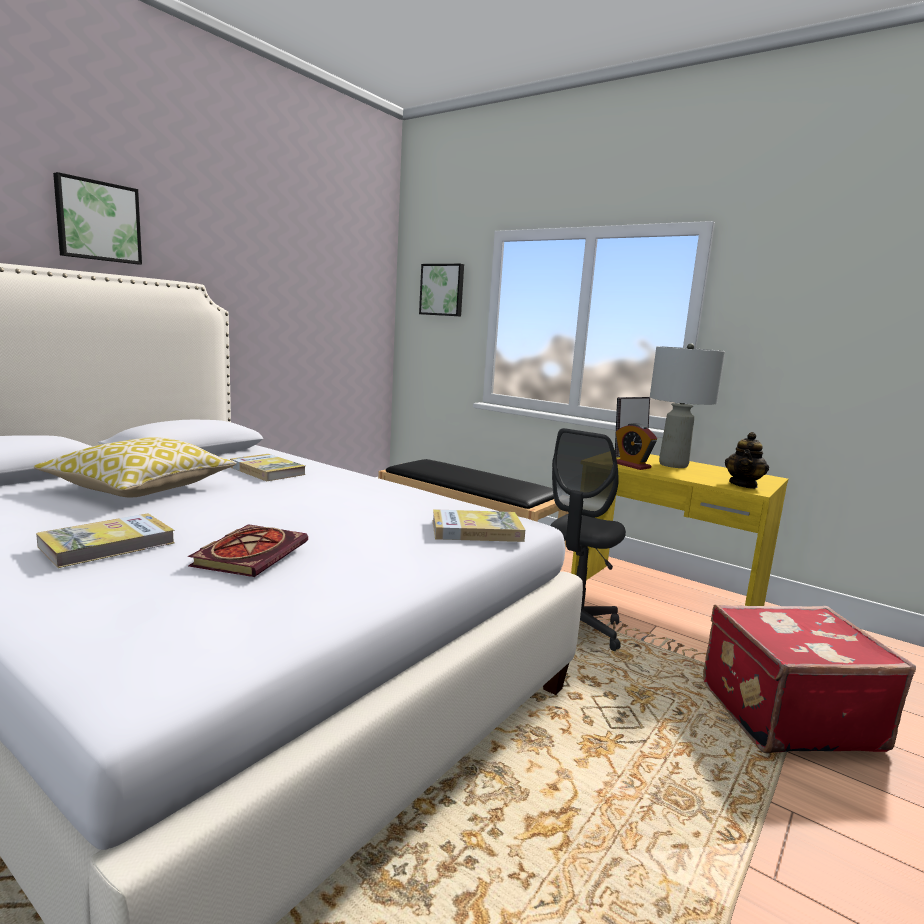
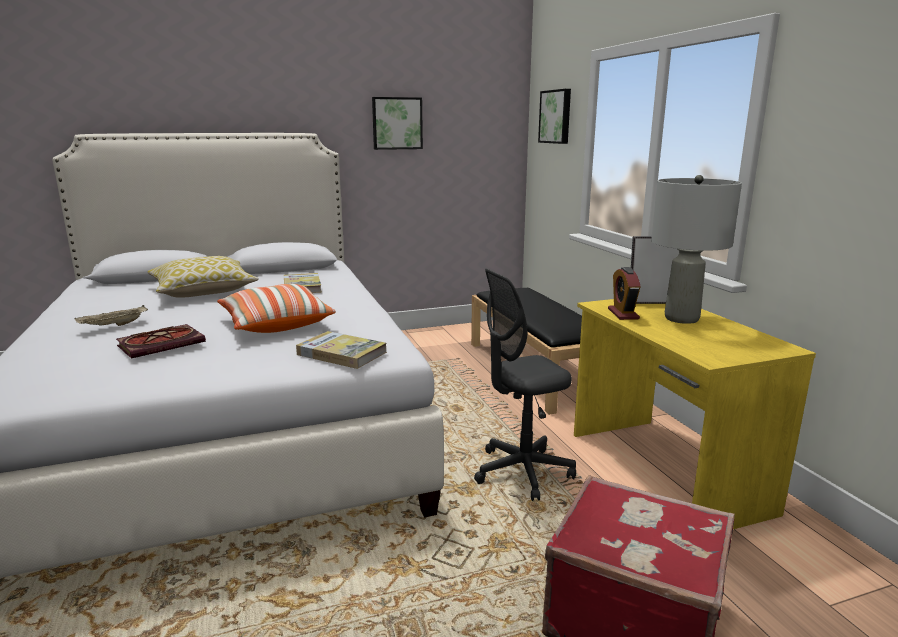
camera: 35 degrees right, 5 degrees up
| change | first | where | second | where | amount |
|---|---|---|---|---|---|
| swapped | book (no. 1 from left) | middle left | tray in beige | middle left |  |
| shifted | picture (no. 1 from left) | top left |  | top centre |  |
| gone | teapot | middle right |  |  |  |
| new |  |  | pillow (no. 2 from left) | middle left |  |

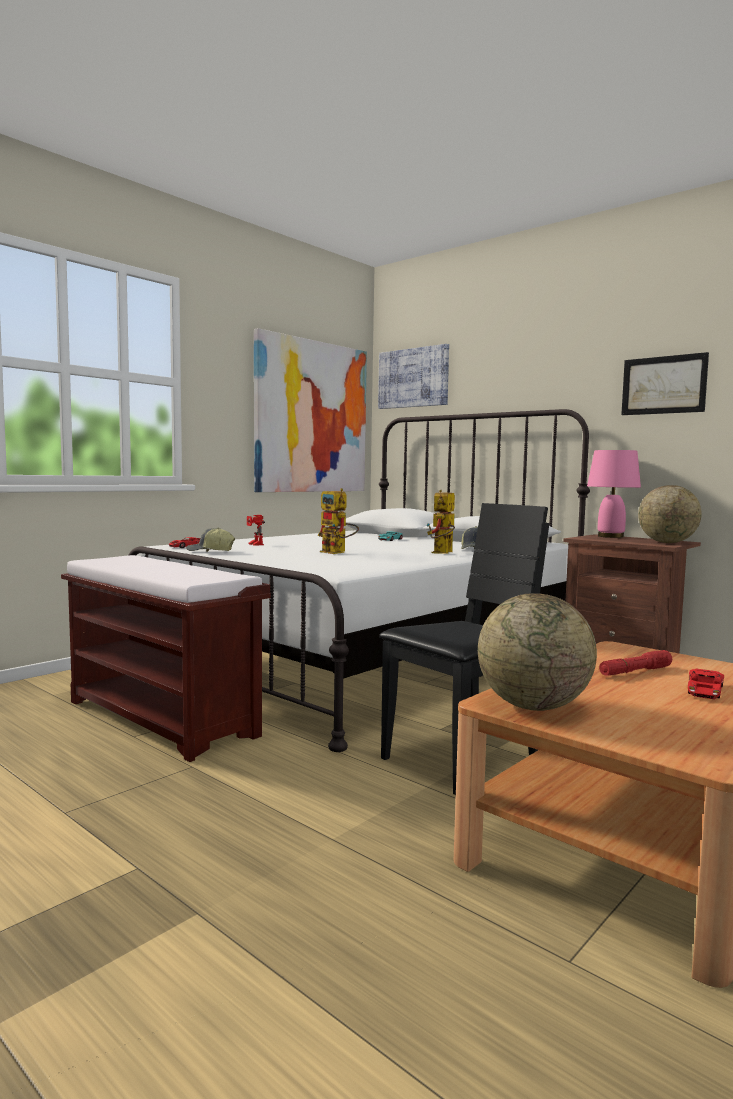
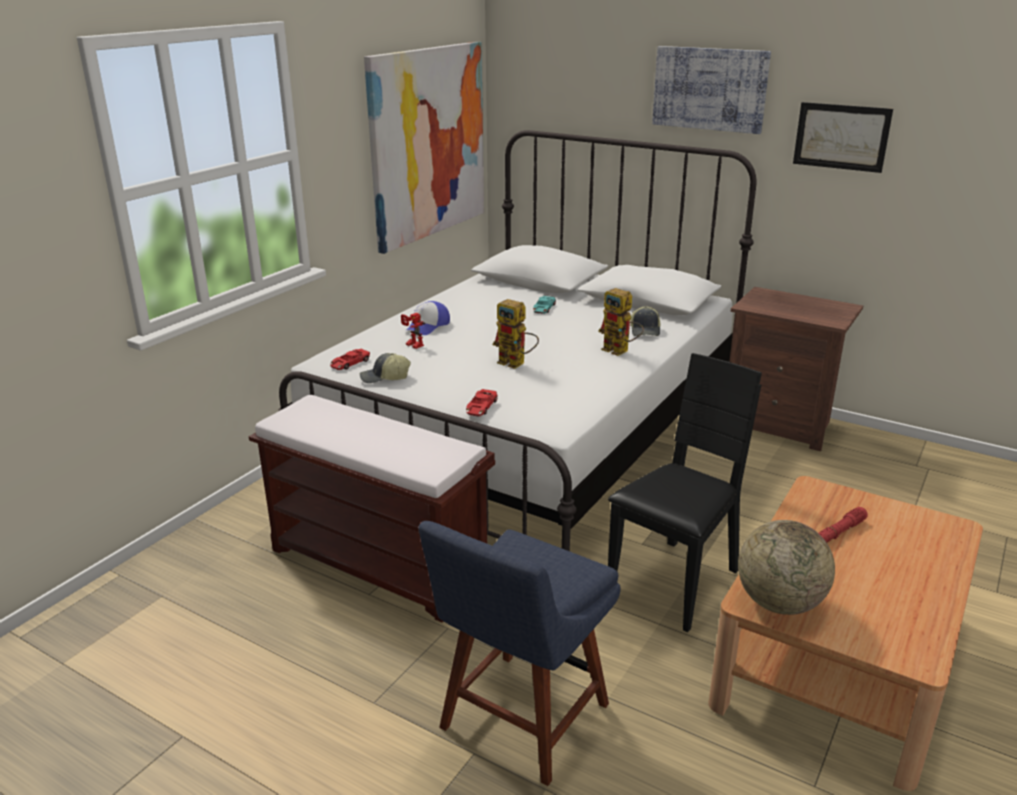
camera: 10 degrees left, 20 degrees up
| change | first | where | second | where | amount |
|---|---|---|---|---|---|
| shifted | picture (no. 2 from left) | centre |  | top right |  |
| rotated | toy robot (no. 3 from left) | centre |  | centre | 60 degrees counterclockwise |
| gone | table lamp in pink | middle right |  |  |  |
| gone | globe (no. 2 from left) | middle right |  |  |  |
| shifted | toy car in red (no. 2 from left) | middle right |  | centre |  |
| new |  |  | cap (no. 2 from left) | centre |  |
| new |  |  | chair in blue | bottom centre |  |

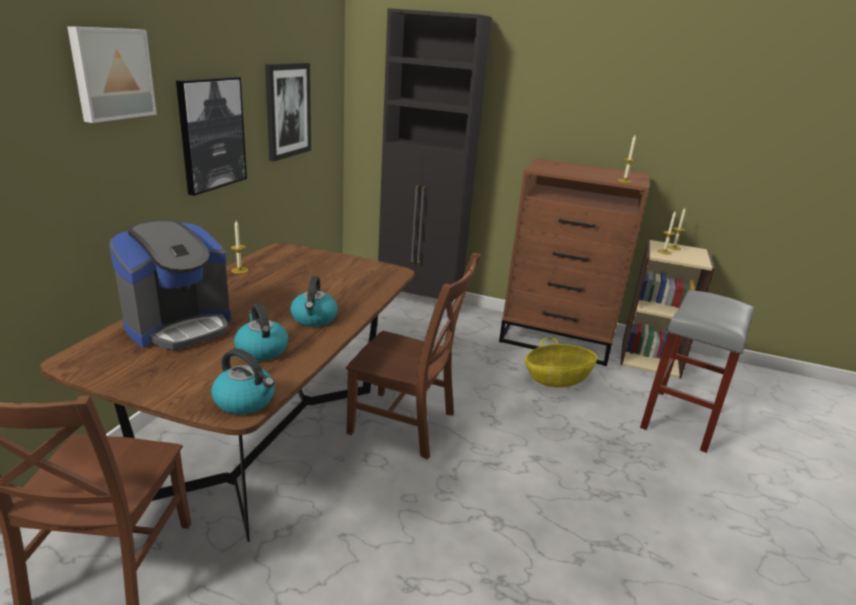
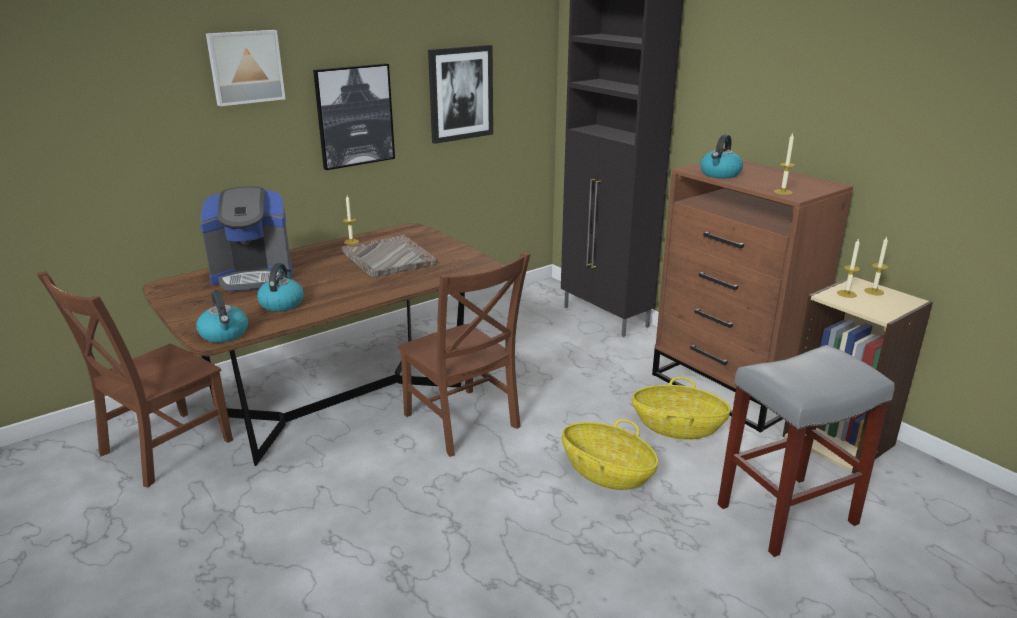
camera: 35 degrees right, 0 degrees up
| change | first | where | second | where | amount |
|---|---|---|---|---|---|
| shifted | kettle (no. 3 from left) | centre |  | top right |  |
| new |  |  | tray in grey | centre |  |
| new |  |  | basket (no. 1 from left) | bottom centre |  |

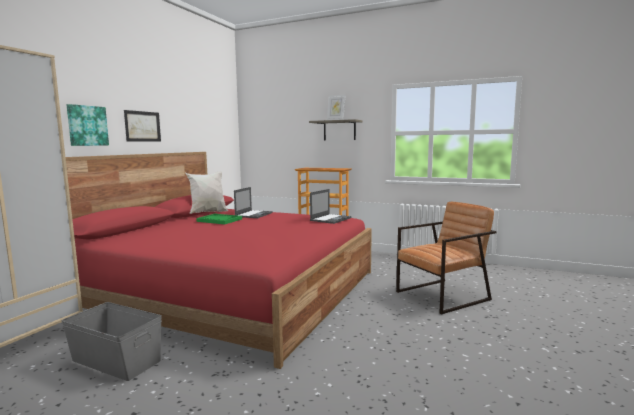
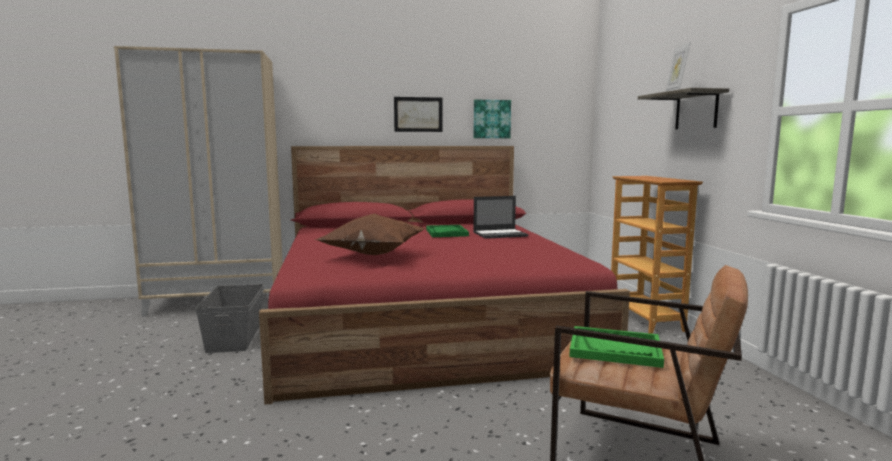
camera: 55 degrees right, 0 degrees up
| change | first | where | second | where | amount |
|---|---|---|---|---|---|
| shifted | picture (no. 1 from left in the first image) | top left | picture (no. 2 from left) | top centre |  |
| gone | pillow in white | middle left |  |  |  |
| gone | laptop (no. 2 from left) | centre |  |  |  |
| new |  |  | pillow in brown | centre |  |
| new |  |  | tray in green (no. 2 from left) | bottom right |  |

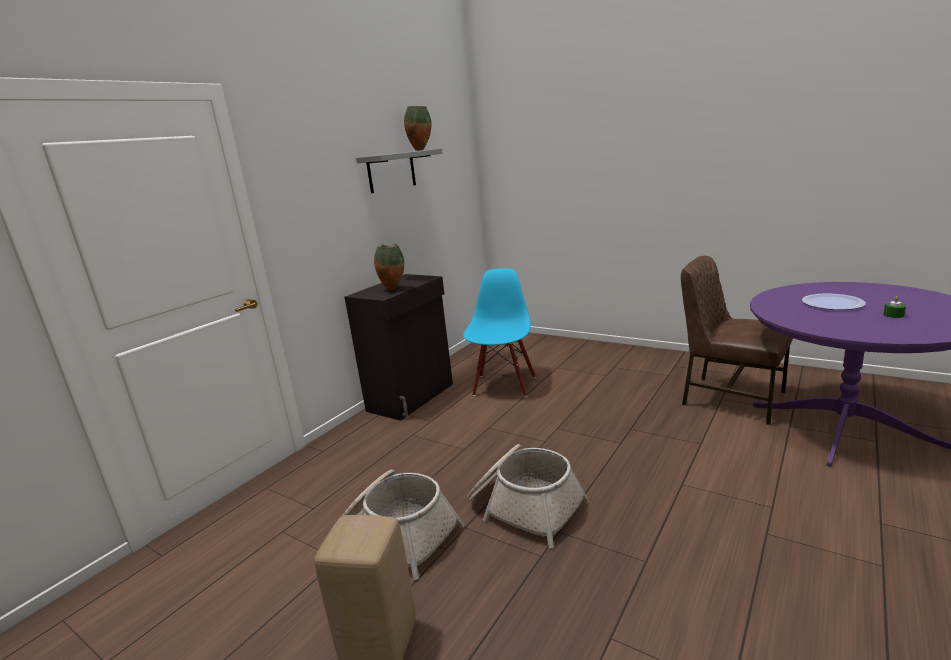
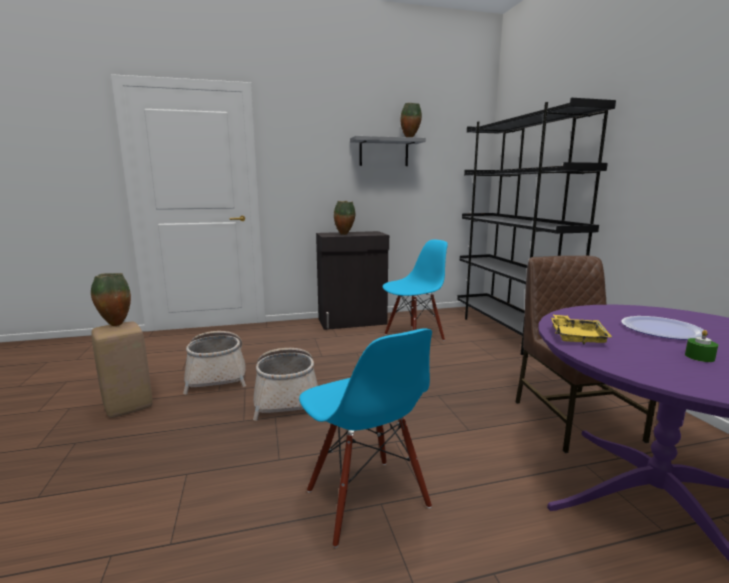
camera: 40 degrees right, 5 degrees down
| change | first | where | second | where | amount |
|---|---|---|---|---|---|
| new |  |  | vase (no. 1 from left) | middle left |  |
| new |  |  | chair in blue (no. 1 from left) | bottom centre |  |
| new |  |  | bookcase in black | middle right |  |
| new |  |  | tray in yellow | middle right |  |

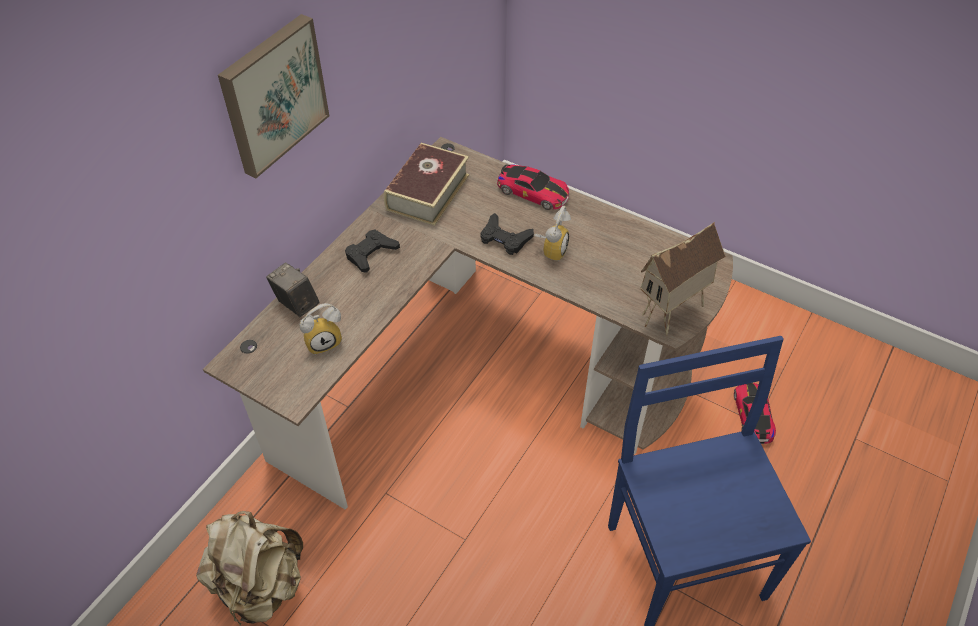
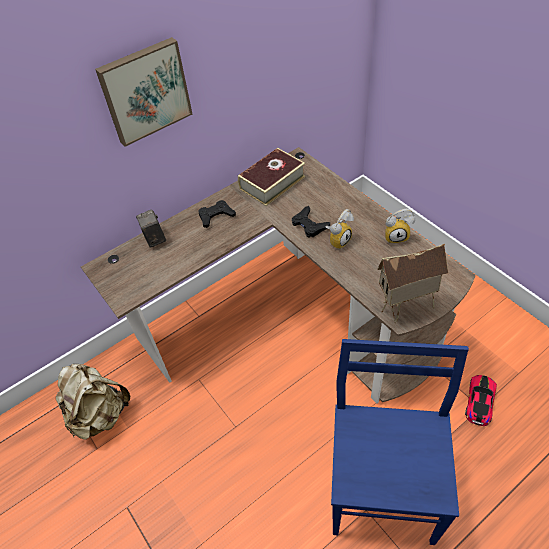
camera: 25 degrees right, 0 degrees up
| change | first | where | second | where | amount |
|---|---|---|---|---|---|
| shifted | alarm clock (no. 1 from left in the first image) | middle left | alarm clock (no. 2 from left) | middle right |  |
| gone | toy car (no. 1 from left) | top centre |  |  |  |

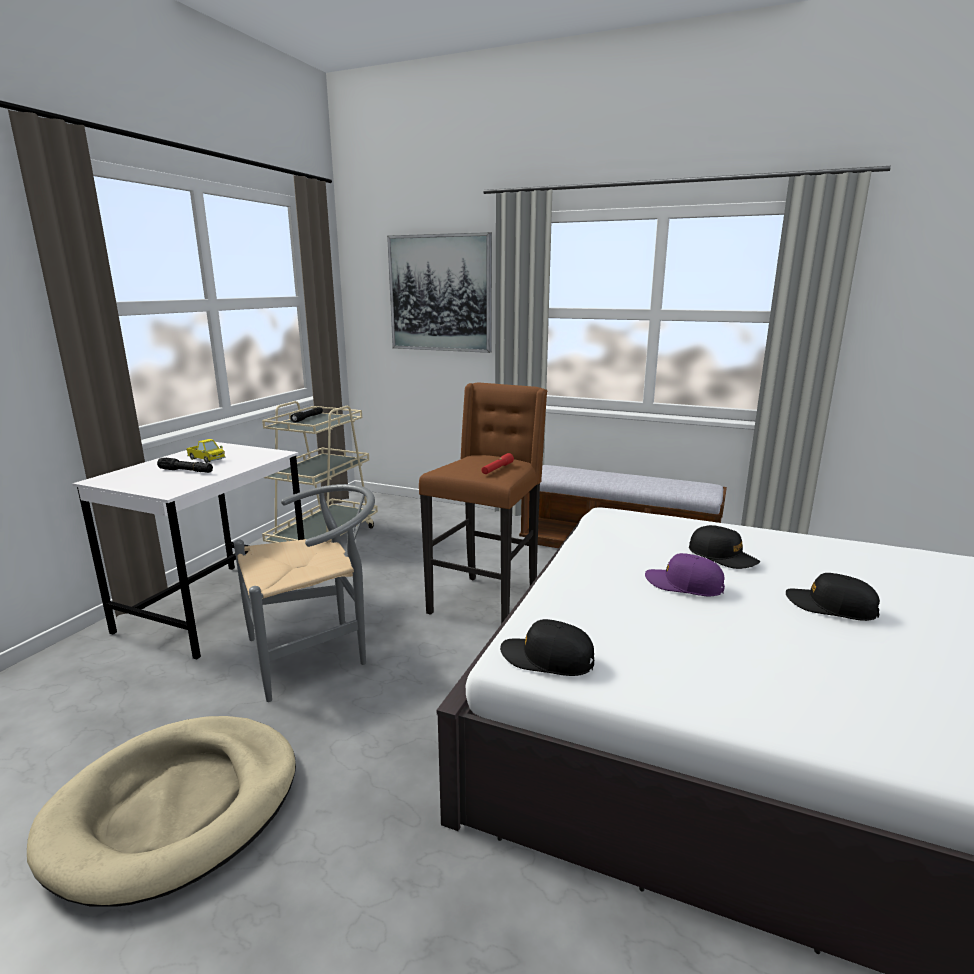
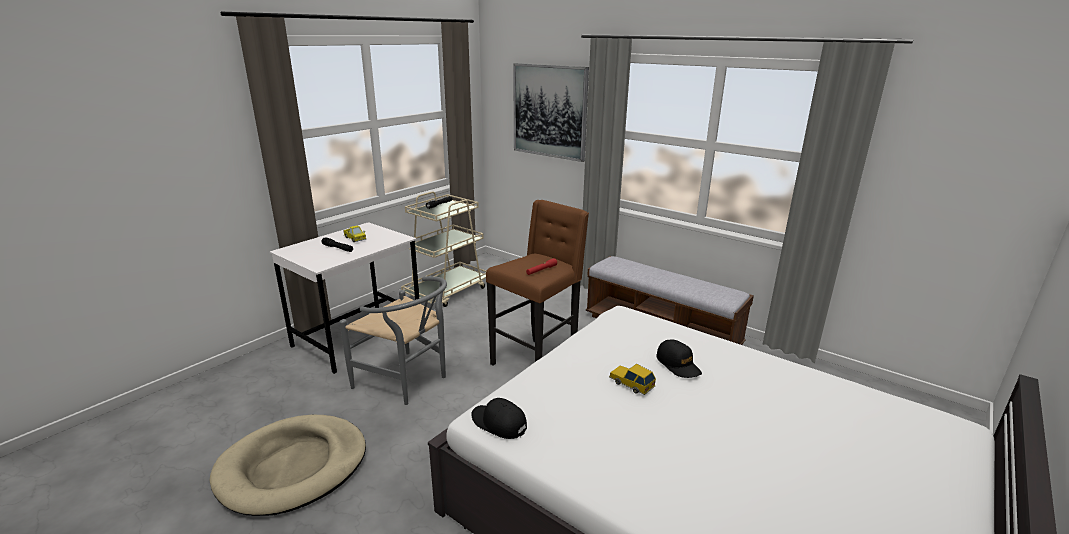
camera: 15 degrees right, 5 degrees up
| change | first | where | second | where | amount |
|---|---|---|---|---|---|
| rotated | chair in grey | middle left |  | centre | 45 degrees clockwise |
| swapped | cap in purple | middle right | toy car | bottom centre |  |
| gone | cap in black (no. 3 from left) | middle right |  |  |  |

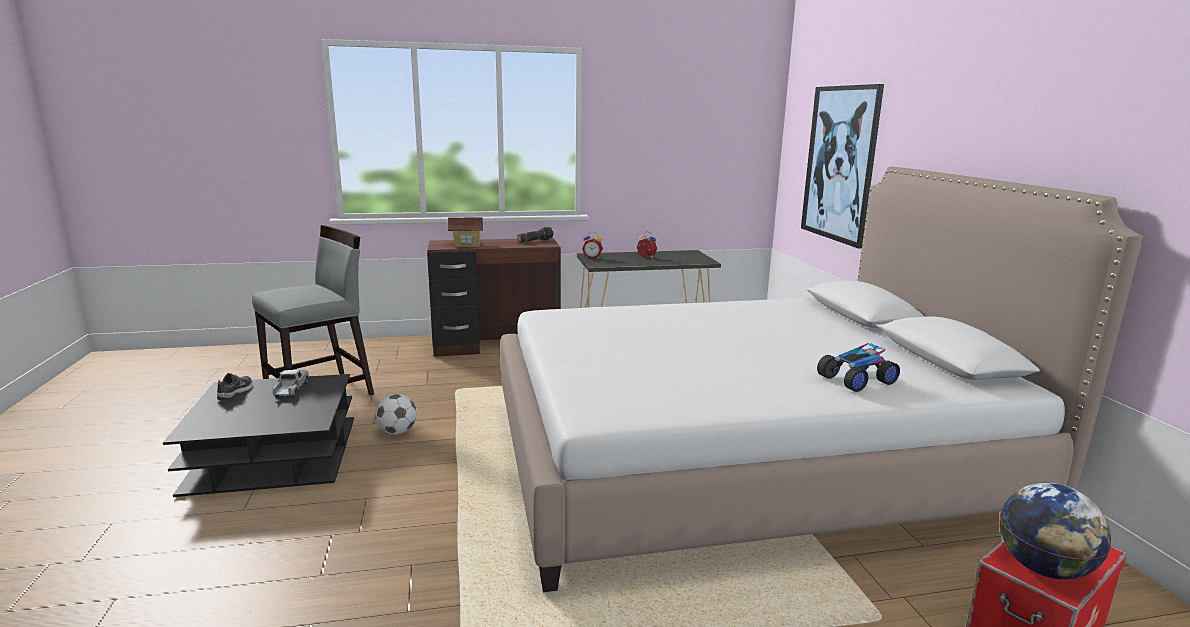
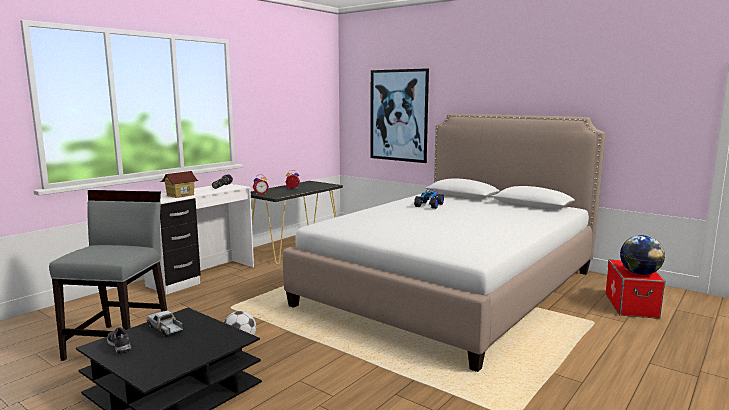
camera: 40 degrees left, 5 degrees down
| change | first | where | second | where | amount |
|---|---|---|---|---|---|
| repainted | desk in brown | centre | desk in white | middle left |  |
| shifted | toy car | middle right |  | centre |  |

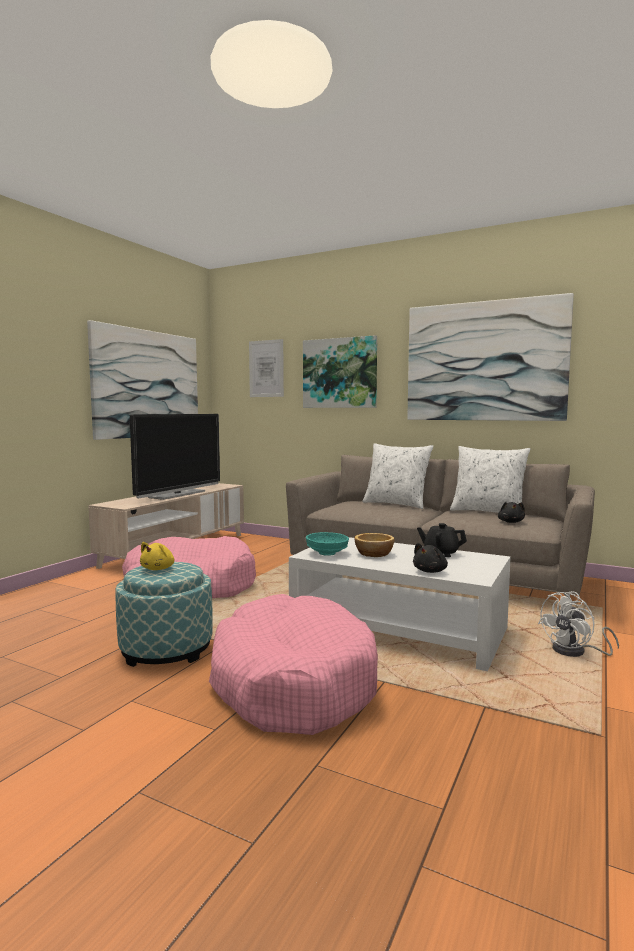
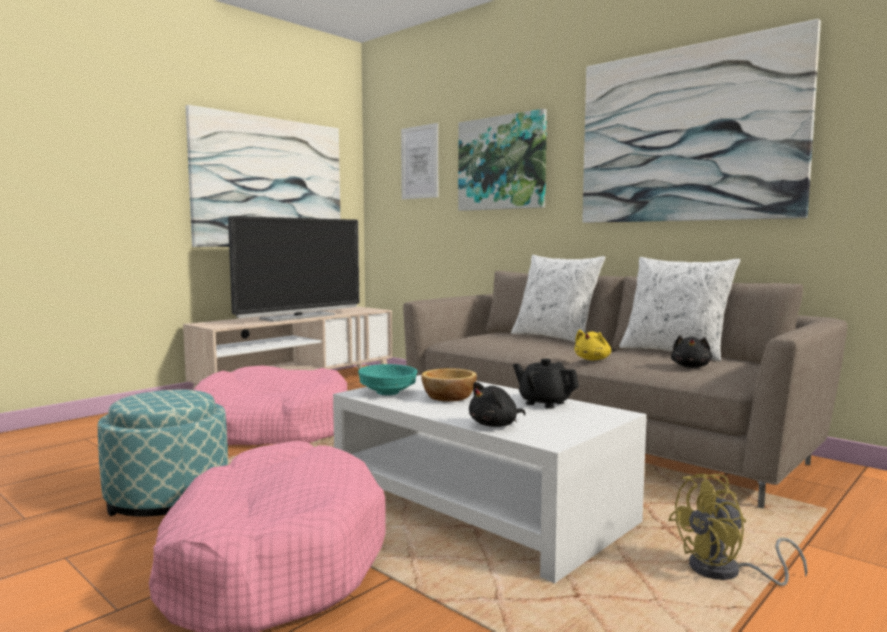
camera: 15 degrees right, 0 degrees up
| change | first | where | second | where | amount |
|---|---|---|---|---|---|
| shifted | plush toy in yellow | middle left |  | middle right |  |
| repainted | fan in white | middle right | fan in yellow | bottom right |  |

